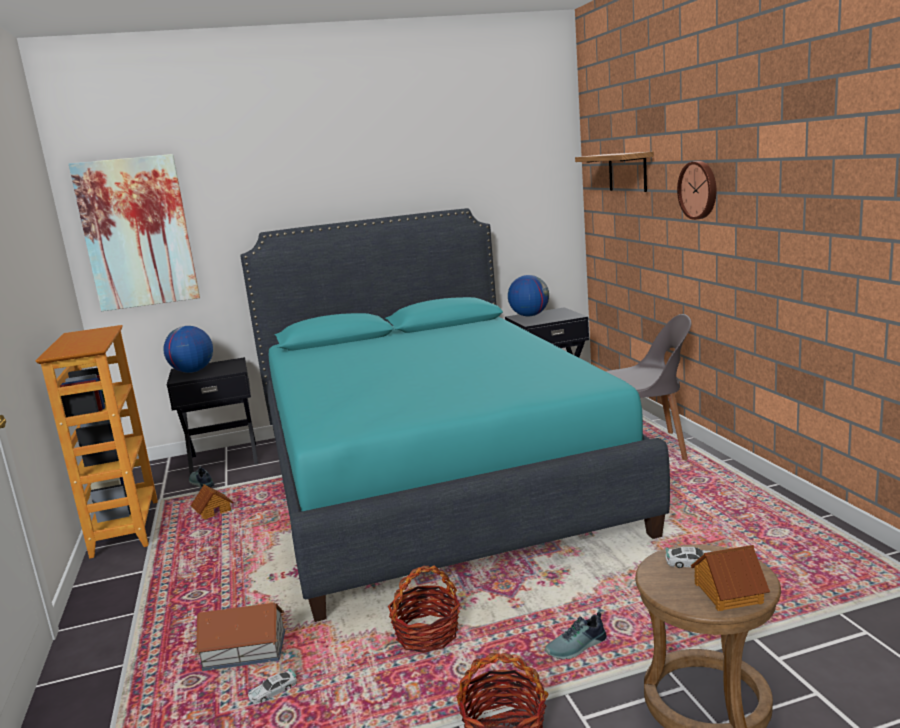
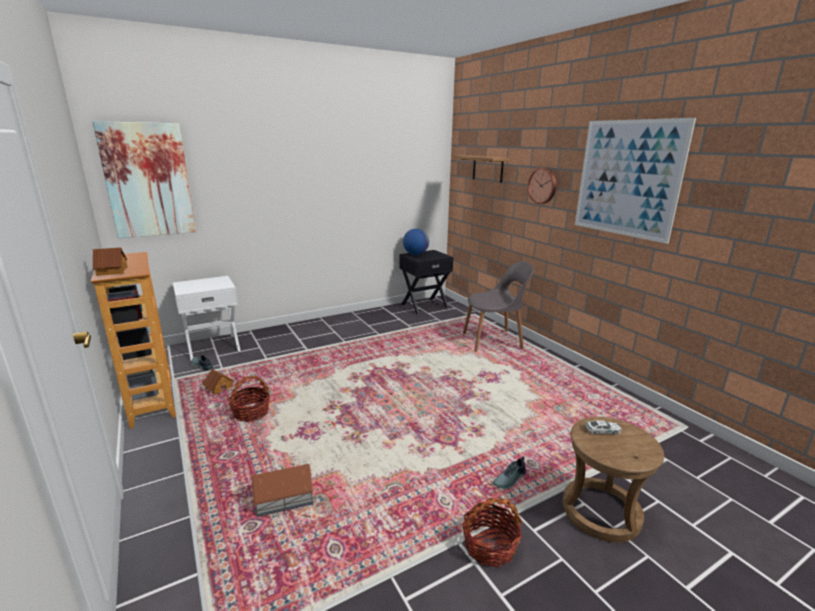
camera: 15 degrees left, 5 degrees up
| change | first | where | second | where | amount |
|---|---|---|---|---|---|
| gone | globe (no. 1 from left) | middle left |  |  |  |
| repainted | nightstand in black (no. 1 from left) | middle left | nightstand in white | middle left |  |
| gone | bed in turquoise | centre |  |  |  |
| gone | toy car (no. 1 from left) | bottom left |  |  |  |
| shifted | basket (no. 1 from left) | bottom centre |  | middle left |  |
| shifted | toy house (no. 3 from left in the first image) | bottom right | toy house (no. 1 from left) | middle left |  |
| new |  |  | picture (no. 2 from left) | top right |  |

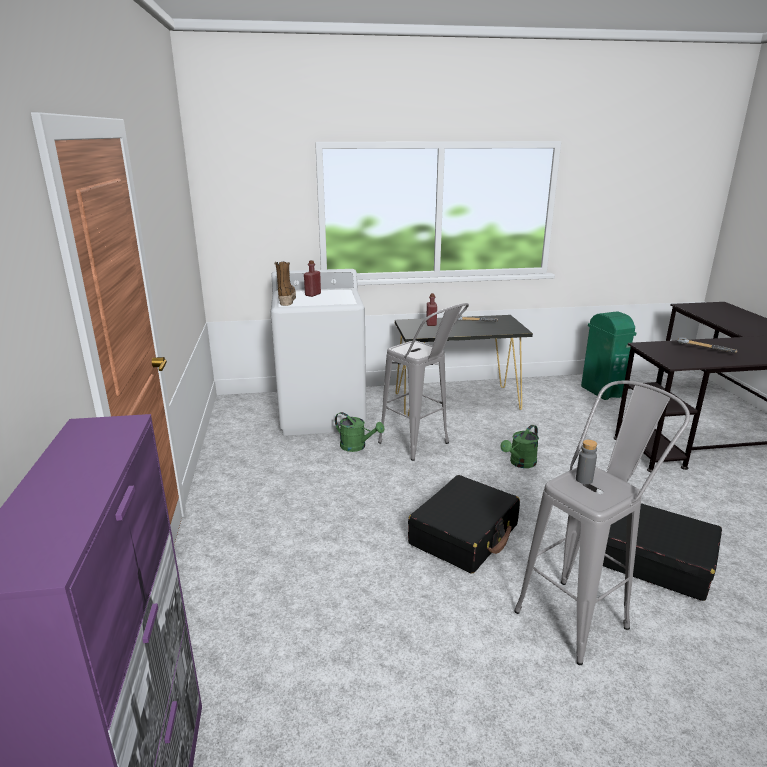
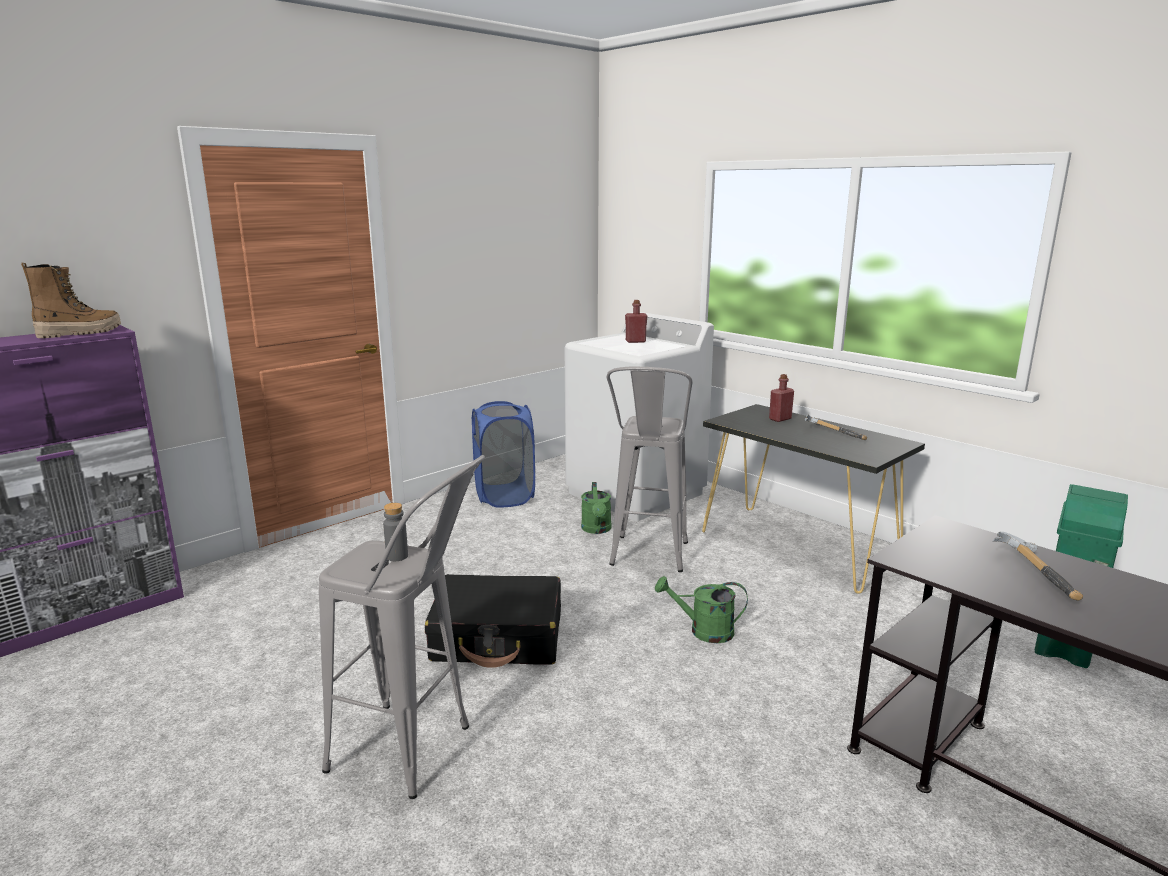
camera: 55 degrees right, 5 degrees down
| change | first | where | second | where | amount |
|---|---|---|---|---|---|
| shifted | boot | centre |  | middle left |  |
| gone | suitcase in black (no. 2 from left) | bottom right |  |  |  |
| new |  |  | laundry basket in blue | centre |  |

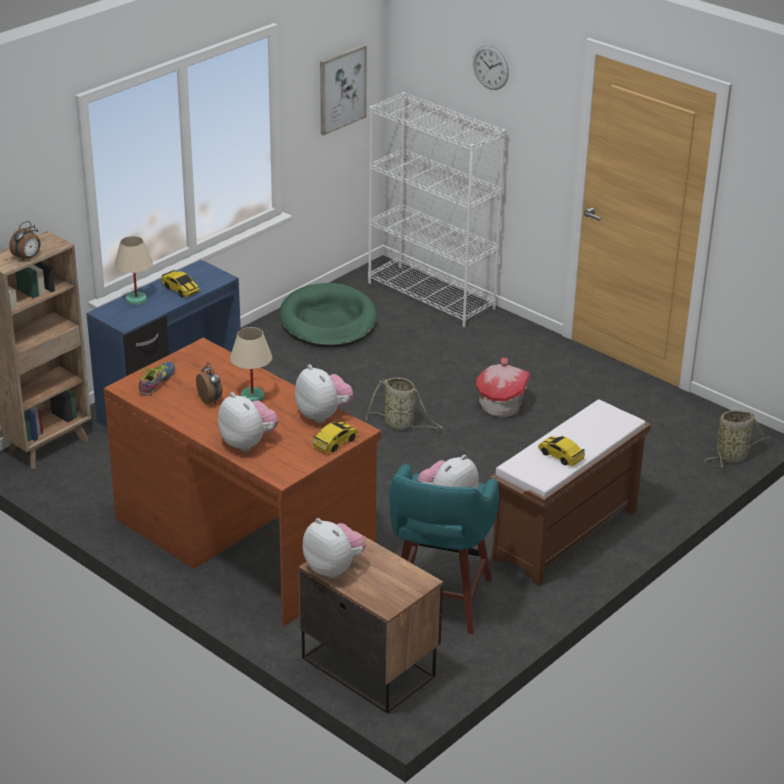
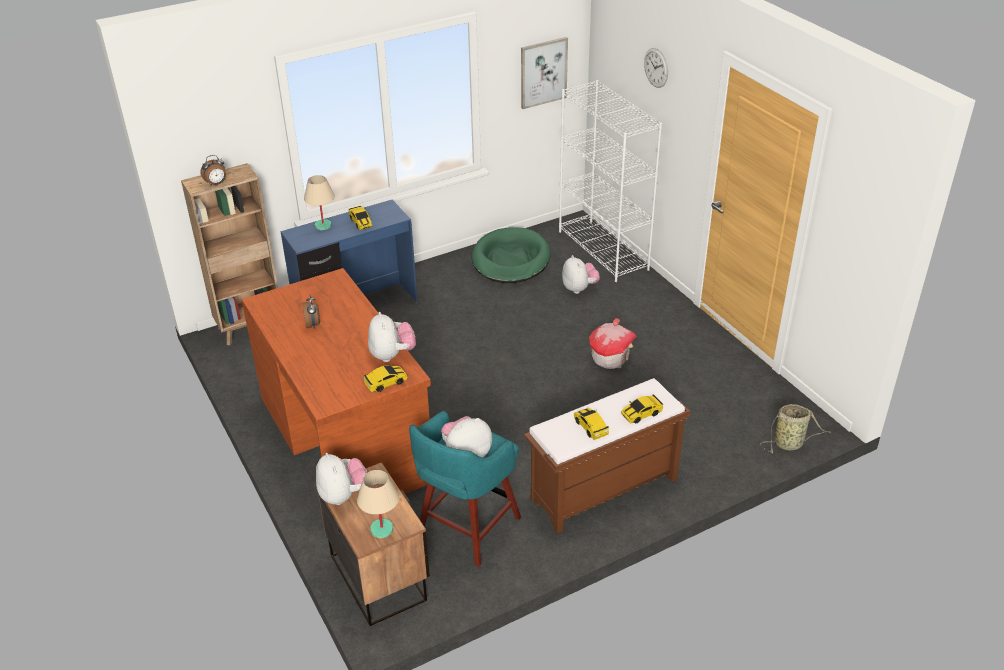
camera: 20 degrees right, 5 degrees up
| change | first | where | second | where | amount |
|---|---|---|---|---|---|
| gone | shoe | middle left |  |  |  |
| shifted | plush toy (no. 1 from left in the first image) | middle left | plush toy (no. 4 from left) | centre |  |
| shifted | table lamp in beige (no. 2 from left) | middle left |  | bottom centre |  |
| gone | basket (no. 1 from left) | centre |  |  |  |
| new |  |  | toy car (no. 4 from left) | centre |  |

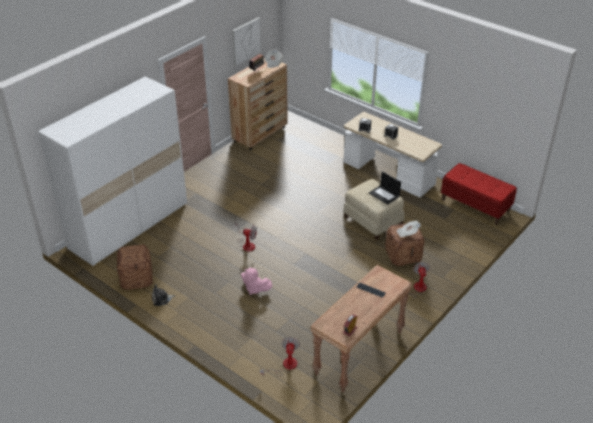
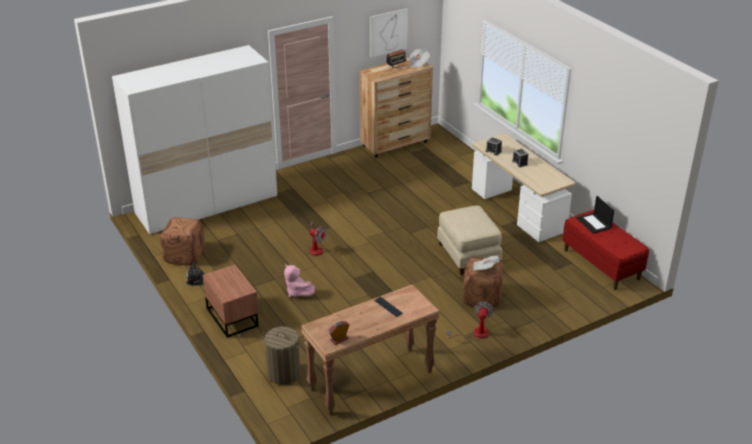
camera: 20 degrees right, 5 degrees down
| change | first | where | second | where | amount |
|---|---|---|---|---|---|
| swapped | fan (no. 2 from left) | bottom centre | laundry basket | bottom centre |  |
| shifted | laptop | centre |  | middle right |  |
| new |  |  | nightstand in brown | bottom left |  |

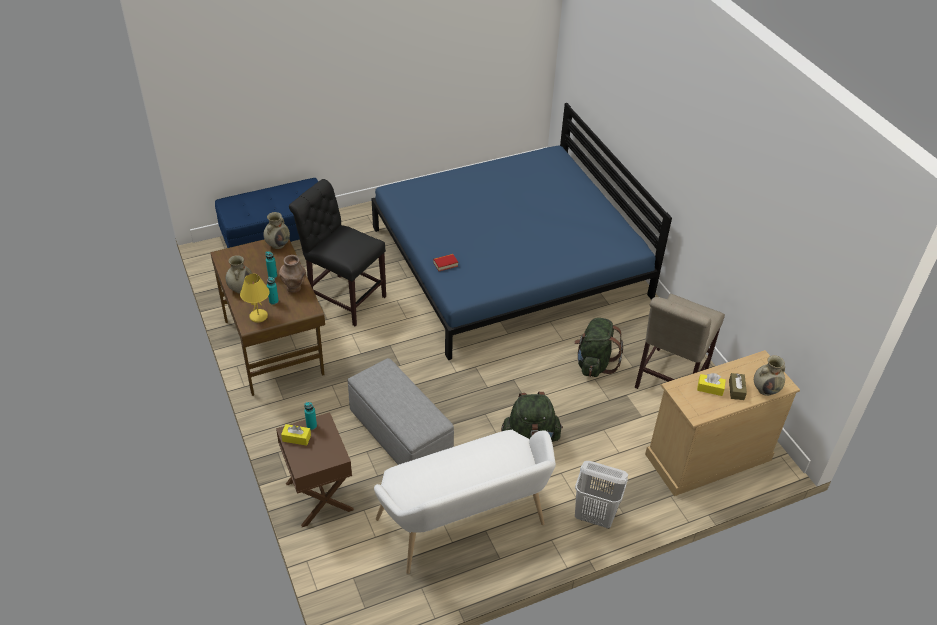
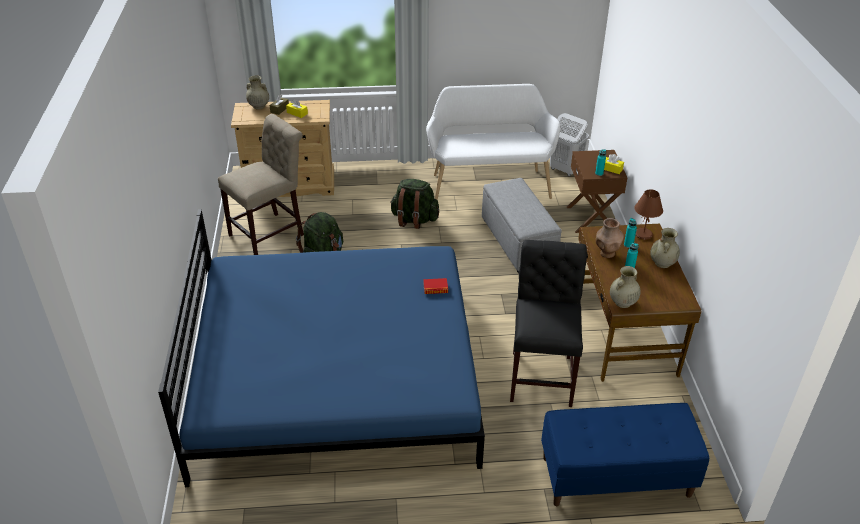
camera: 160 degrees left, 5 degrees down
| change | first | where | second | where | amount |
|---|---|---|---|---|---|
| repainted | table lamp in yellow | middle left | table lamp in brown | middle right |  |
| rotated | chair in black | centre |  | centre | 135 degrees counterclockwise |
| shifted | laundry basket in white | bottom centre |  | top centre |  |

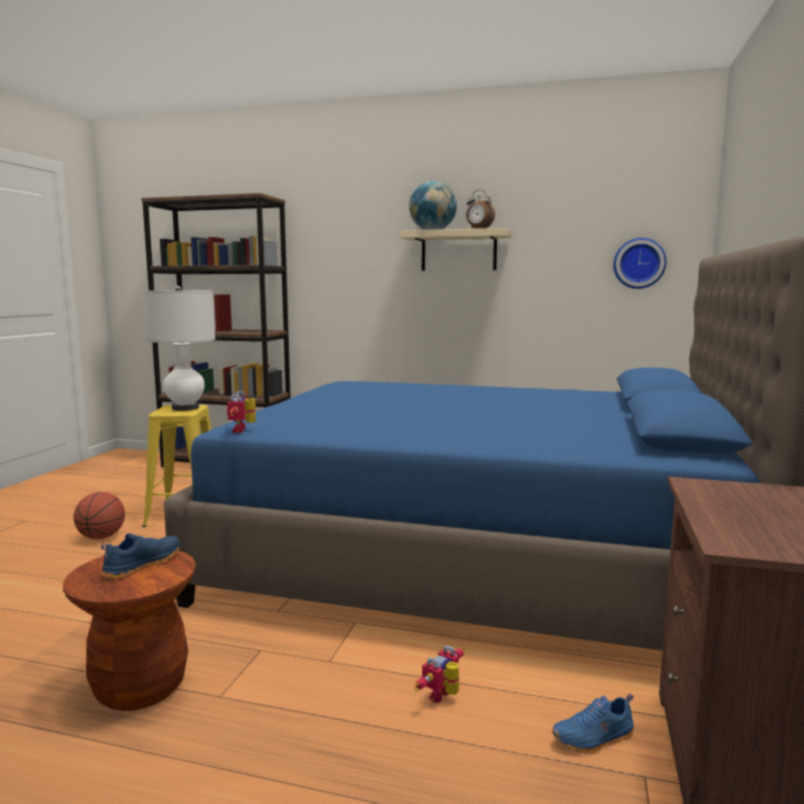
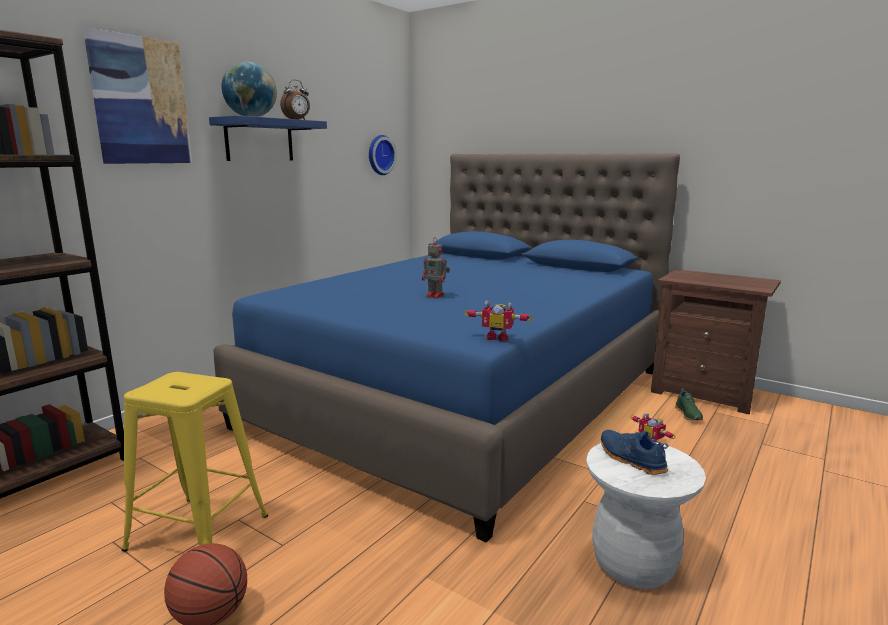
camera: 70 degrees left, 5 degrees up
| change | first | where | second | where | amount |
|---|---|---|---|---|---|
| repainted | stool in brown | bottom left | stool in white | bottom right |  |
| gone | table lamp in white | middle left |  |  |  |
| repainted | shelf in beige | top centre | shelf in blue | top left |  |
| repainted | shoe in blue (no. 2 from left) | bottom right | shoe in green | middle right |  |
| new |  |  | picture | top left |  |
| new |  |  | toy robot (no. 1 from left) | centre |  |

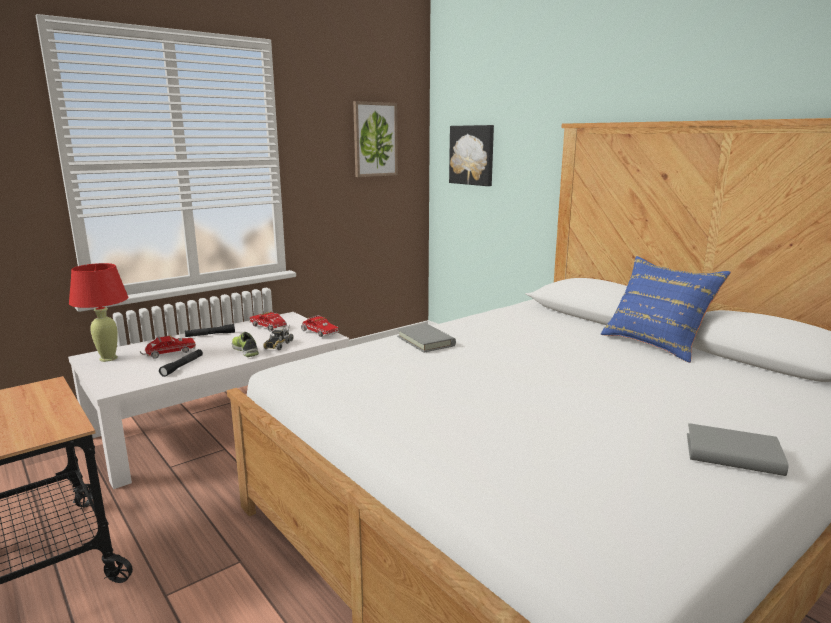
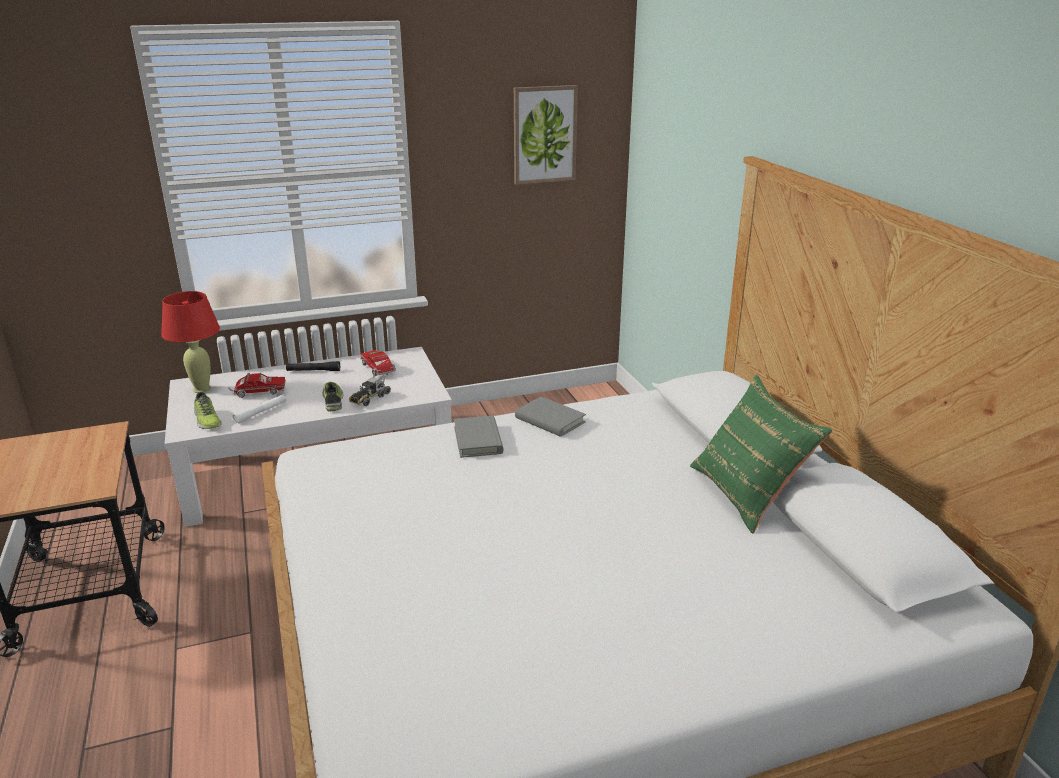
camera: 20 degrees right, 10 degrees up
| change | first | where | second | where | amount |
|---|---|---|---|---|---|
| repainted | flashlight in black (no. 1 from left) | middle left | flashlight in white | middle left |  |
| gone | toy truck (no. 4 from left) | centre |  |  |  |
| gone | picture (no. 2 from left) | top centre |  |  |  |
| repainted | pillow in blue | middle right | pillow in green | middle right |  |
| shifted | book in grey (no. 2 from left) | bottom right |  | centre |  |
| new |  |  | shoe (no. 1 from left) | middle left |  |

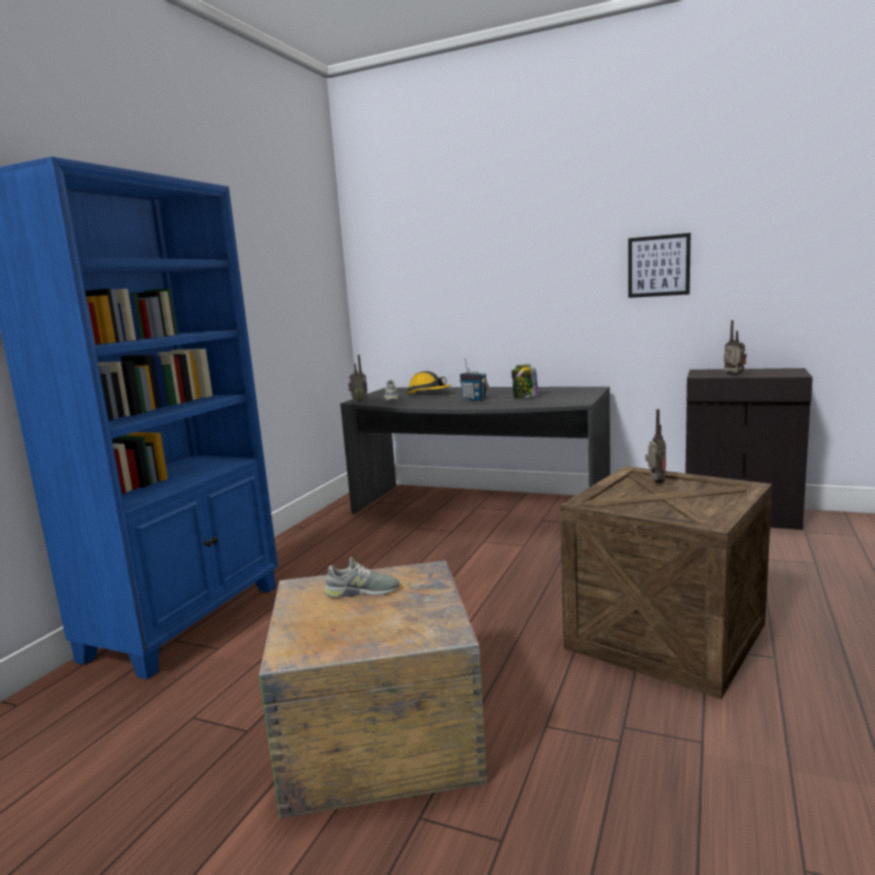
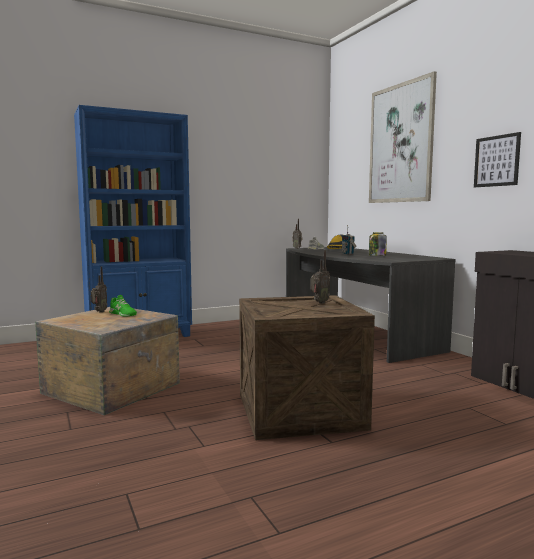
camera: 40 degrees right, 5 degrees down
| change | first | where | second | where | amount |
|---|---|---|---|---|---|
| repainted | shoe in grey (no. 1 from left) | centre | shoe in green | middle left |  |
| shifted | radio (no. 4 from left in the first image) | middle right | radio (no. 1 from left) | middle left |  |
| new |  |  | picture (no. 1 from left) | top right |  |

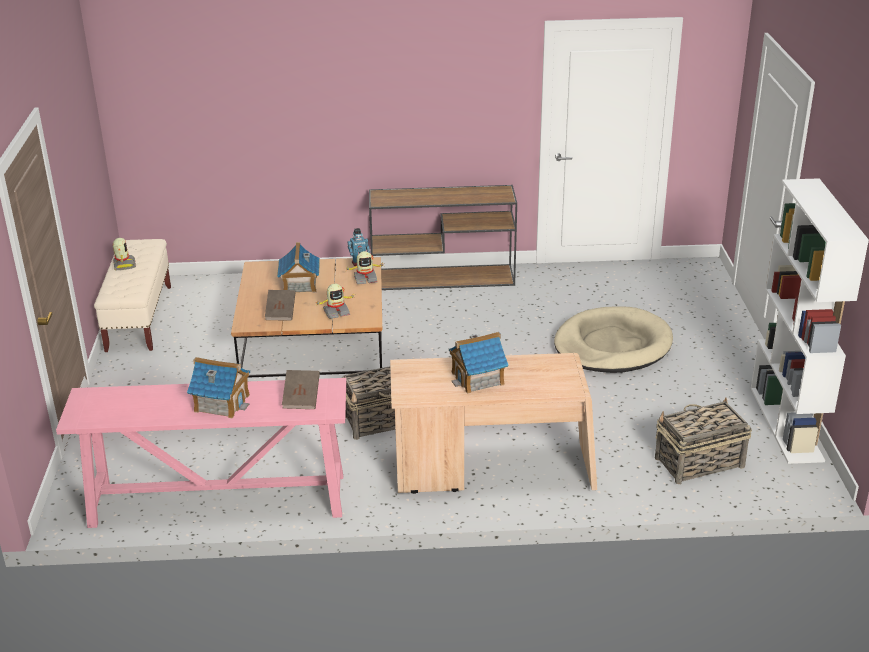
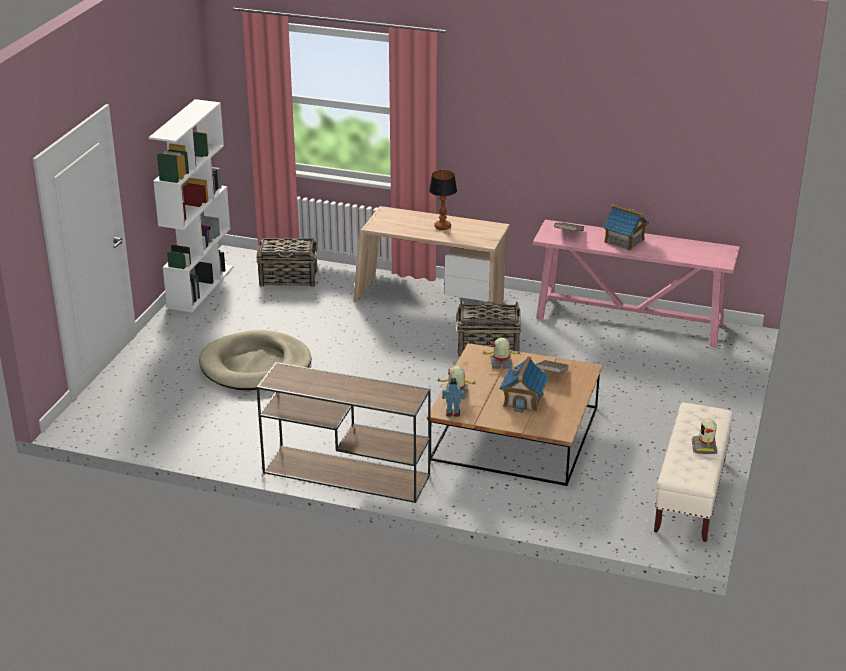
camera: 160 degrees left, 0 degrees up
| change | first | where | second | where | amount |
|---|---|---|---|---|---|
| swapped | toy house (no. 3 from left) | centre | table lamp | top centre |  |

